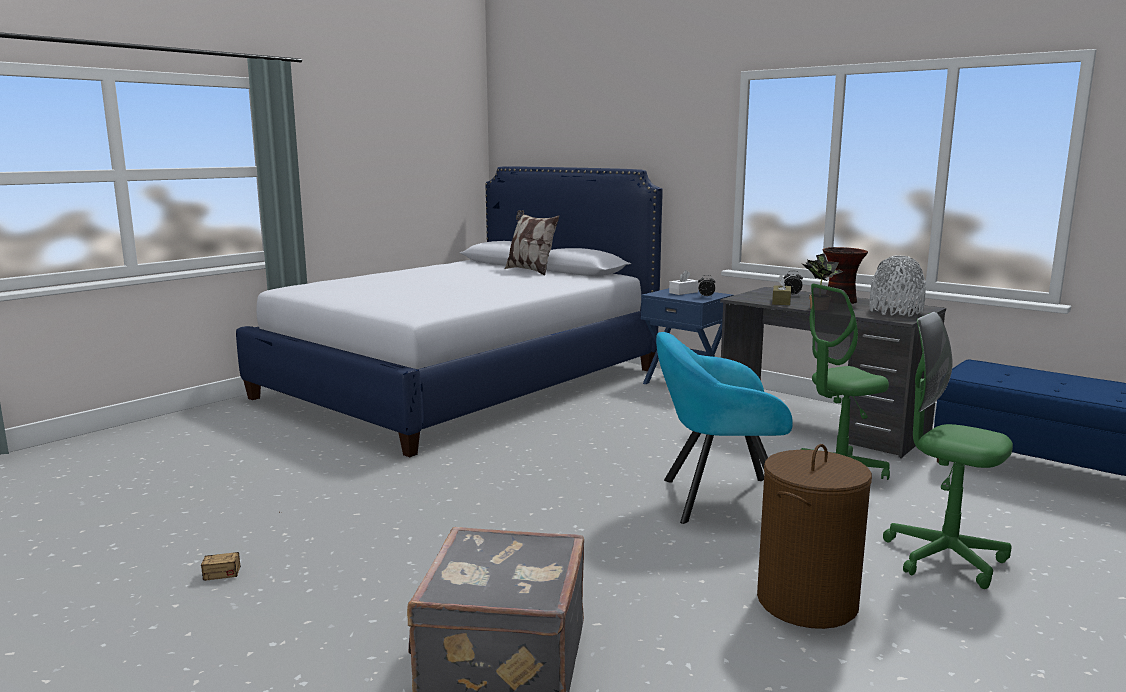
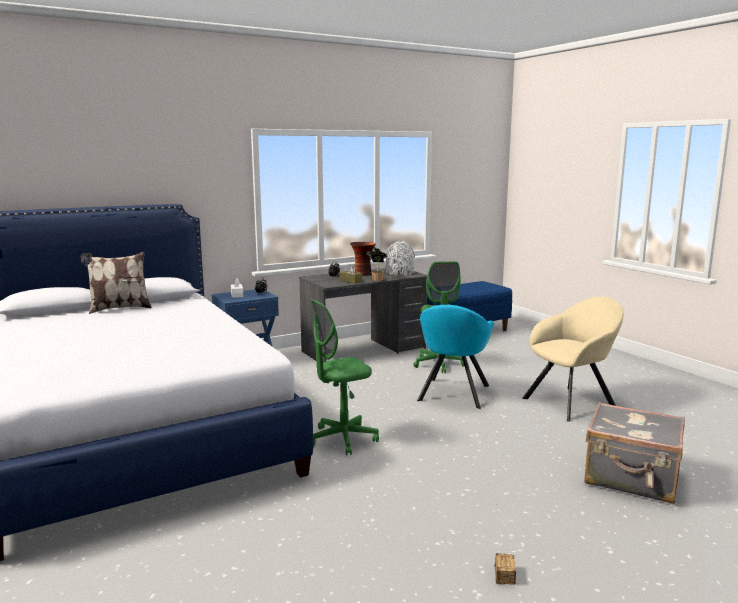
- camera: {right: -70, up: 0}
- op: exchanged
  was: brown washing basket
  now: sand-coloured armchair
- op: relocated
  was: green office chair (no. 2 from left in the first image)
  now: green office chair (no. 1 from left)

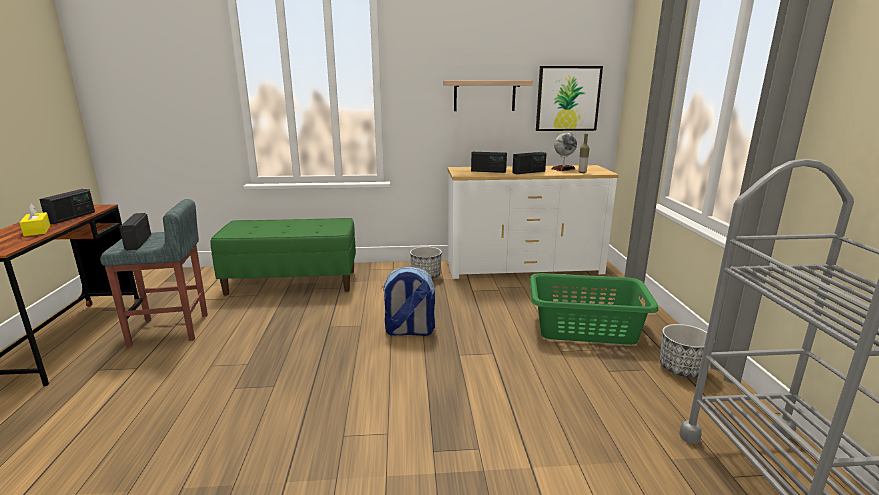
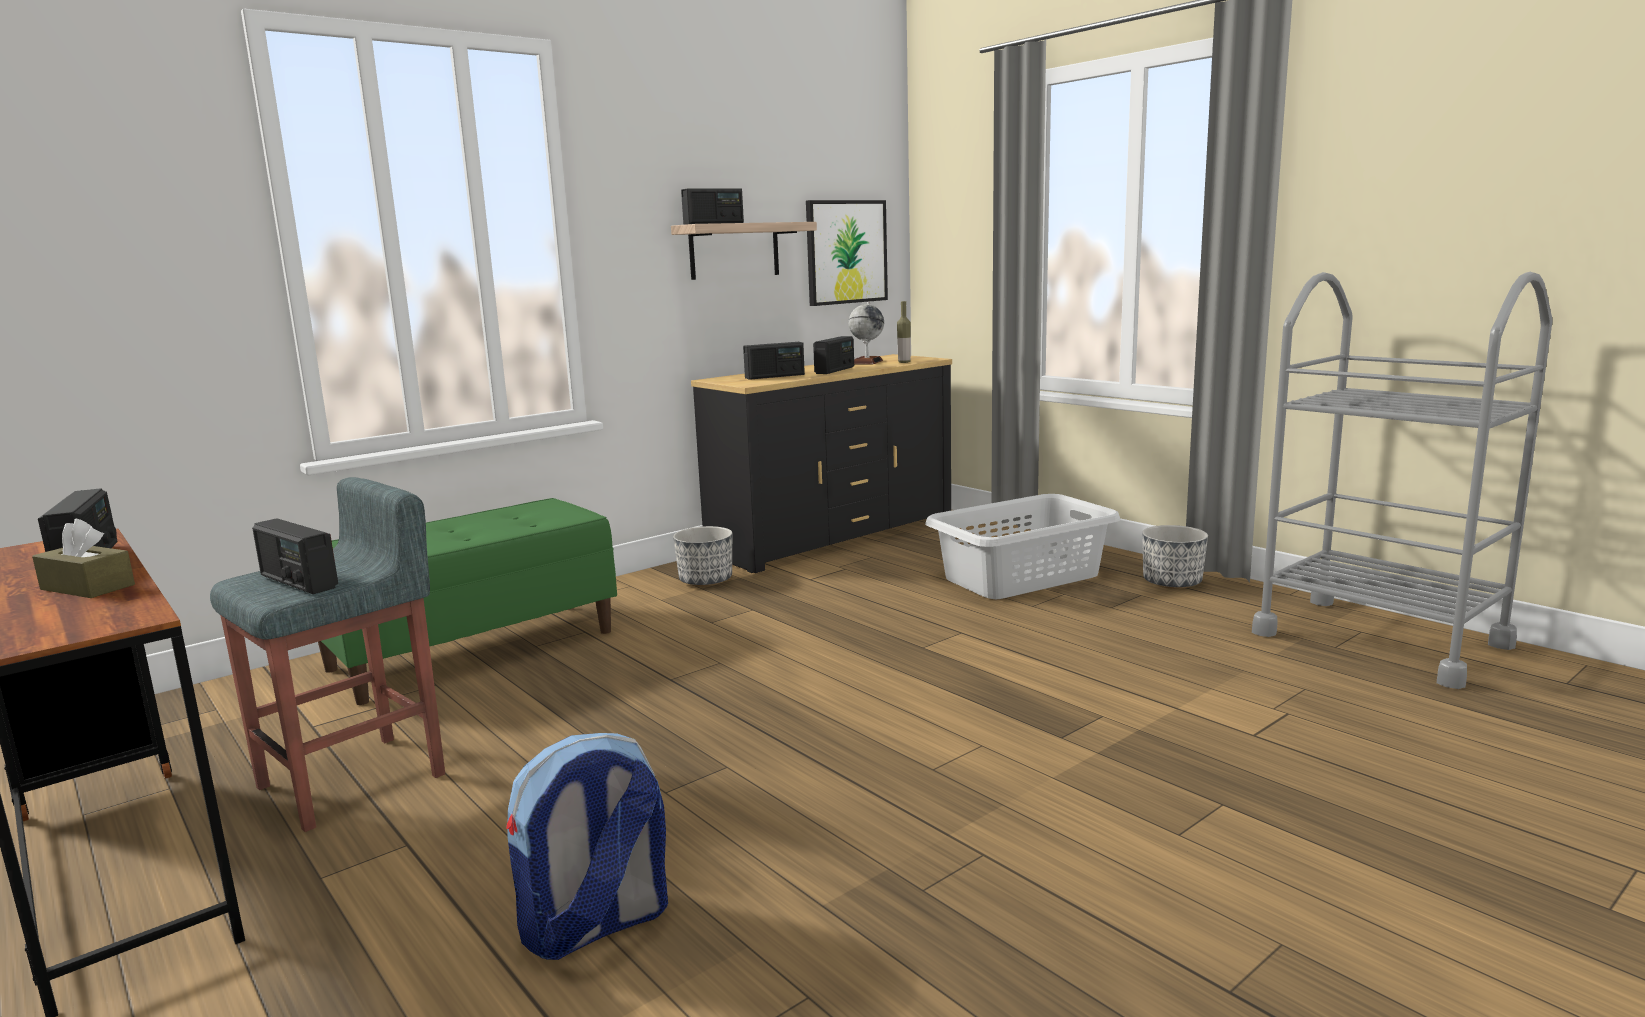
- camera: {right: -35, up: -5}
- op: colour
  was: yellow-coloured tissue box
  now: brown tissue box
- op: relocated
  was: rucksack
- op: colour
  was: white-coloured drawer chest
  now: blackish drawer chest
- op: colour
  was: green washing basket
  now: gray washing basket
- op: appeared
  now: radio receiver (no. 3 from left)

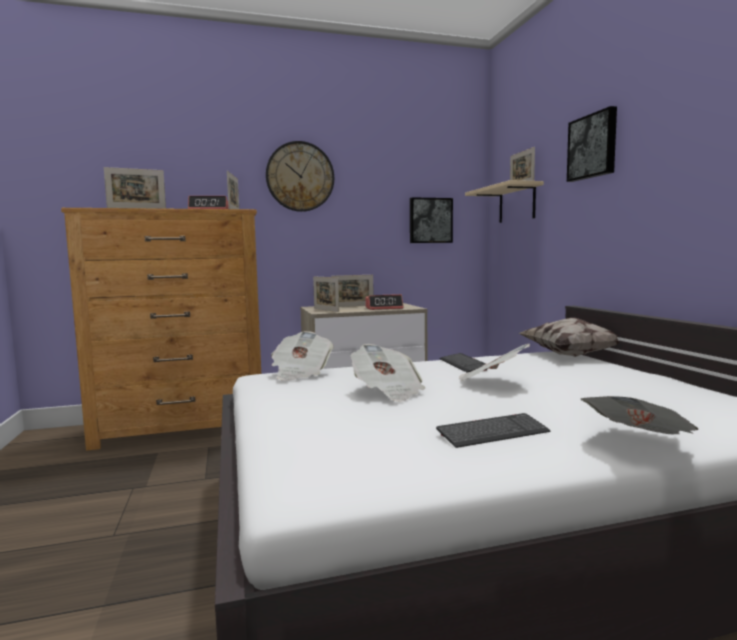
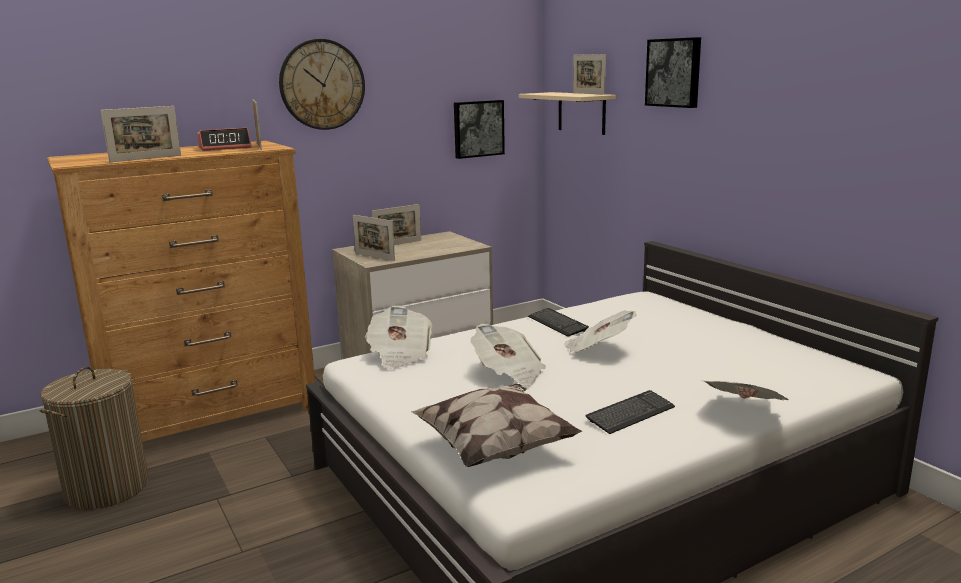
- camera: {right: -15, up: 10}
- op: missing
  was: table clock (no. 2 from left)
- op: relocated
  was: cushion
- op: appeared
  now: washing basket

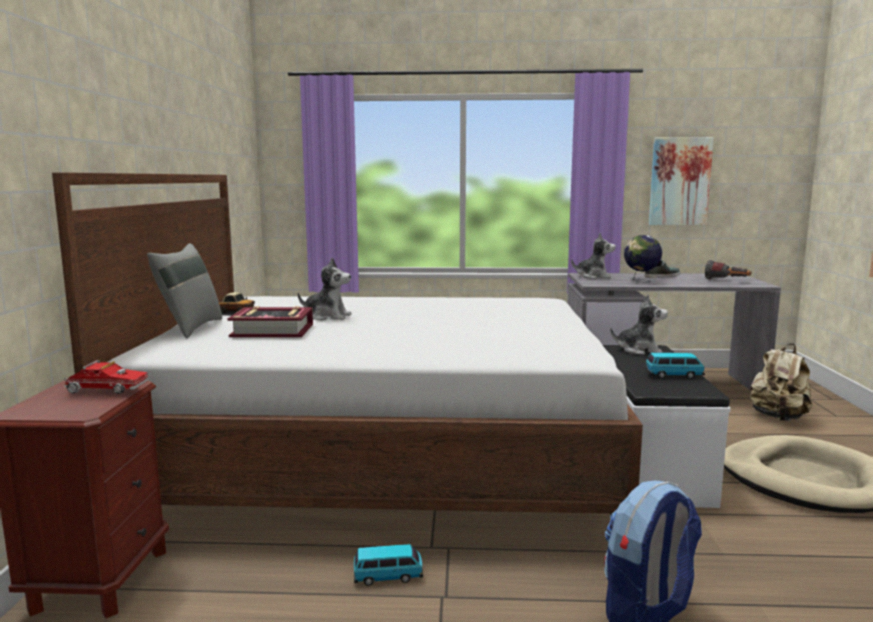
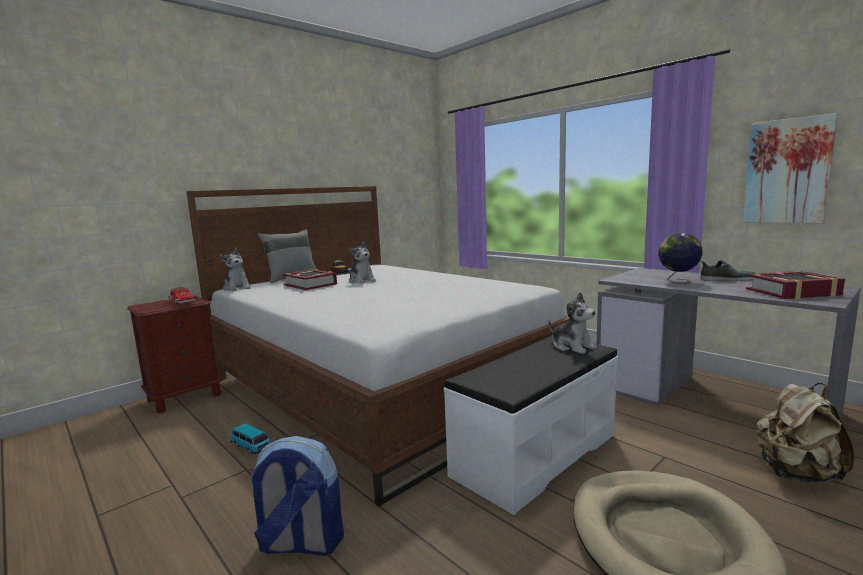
- camera: {right: 45, up: 0}
- op: relocated
  was: plush toy (no. 2 from left in the first image)
  now: plush toy (no. 1 from left)
- op: missing
  was: model car (no. 3 from left)
- op: exchanged
  was: flashlight
  now: bound book (no. 2 from left)

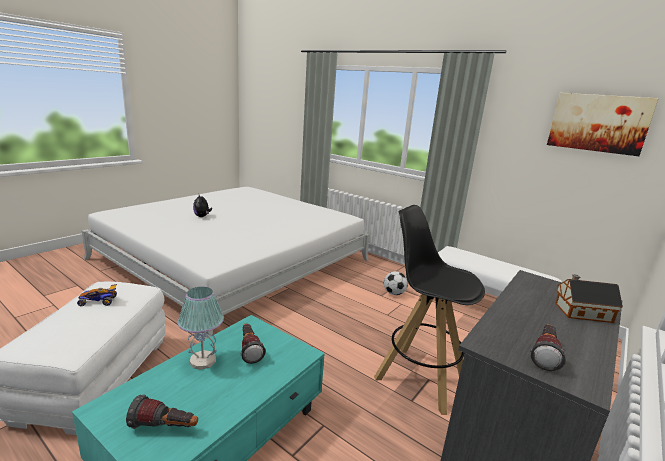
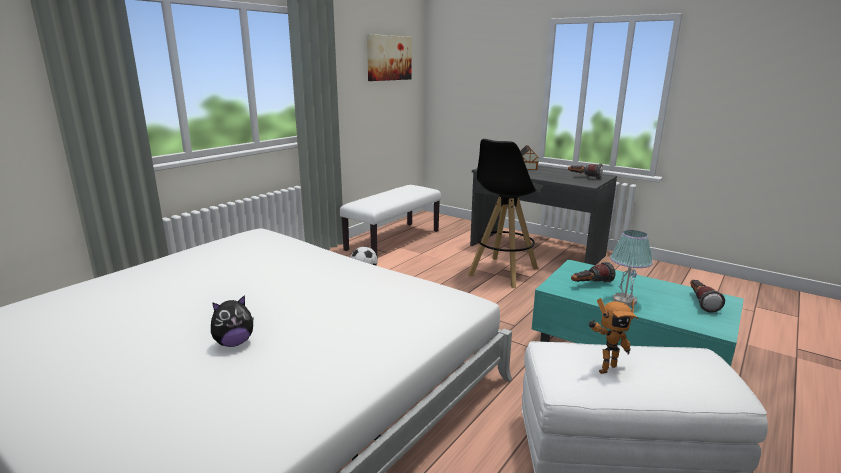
- camera: {right: -90, up: 0}
- op: exchanged
  was: model car
  now: toy robot

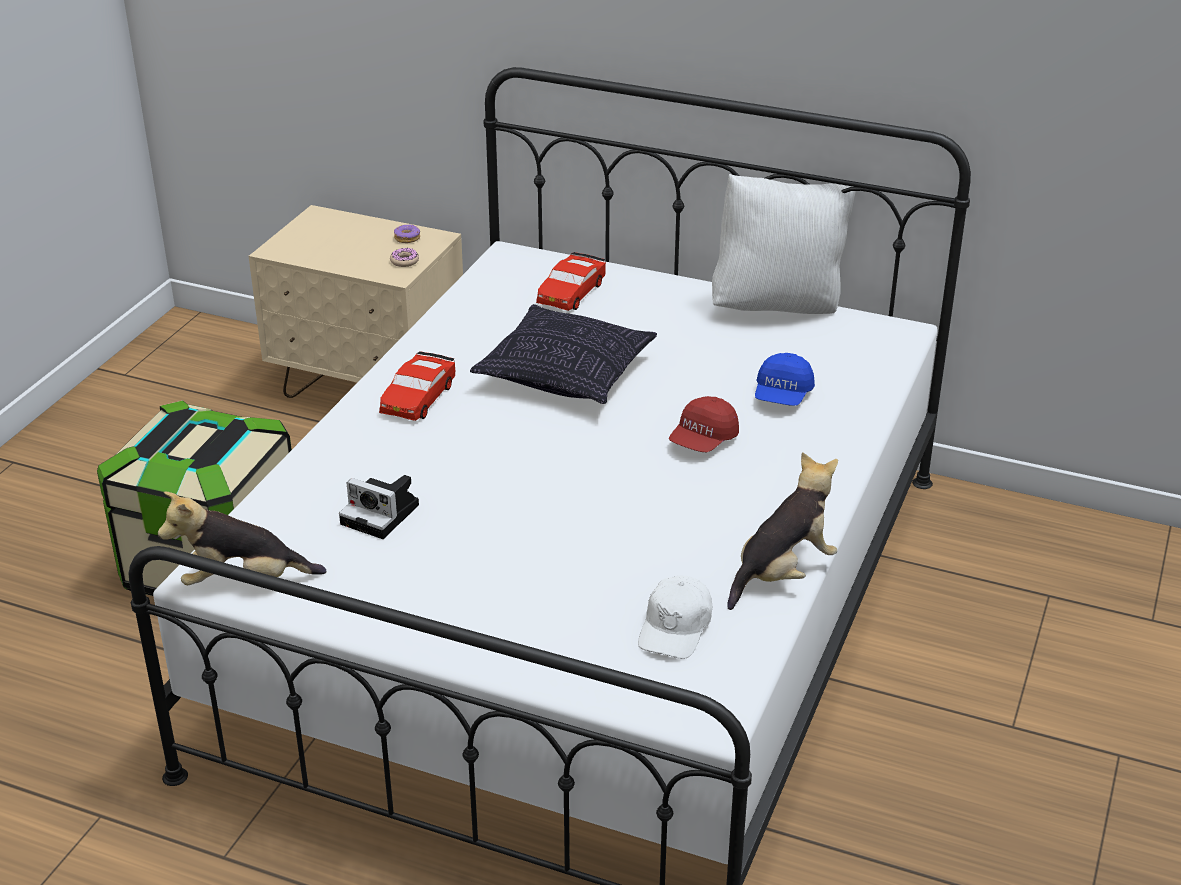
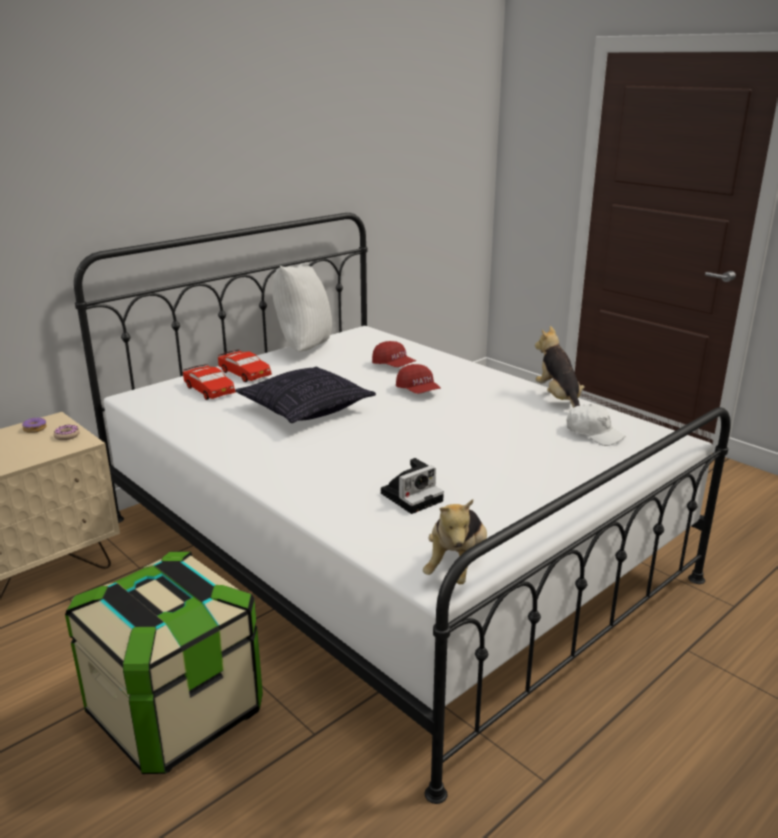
- camera: {right: -65, up: -10}
- op: relocated
  was: red model car (no. 1 from left in the first image)
  now: red model car (no. 2 from left)
- op: colour
  was: blue cap
  now: red cap (no. 1 from left)

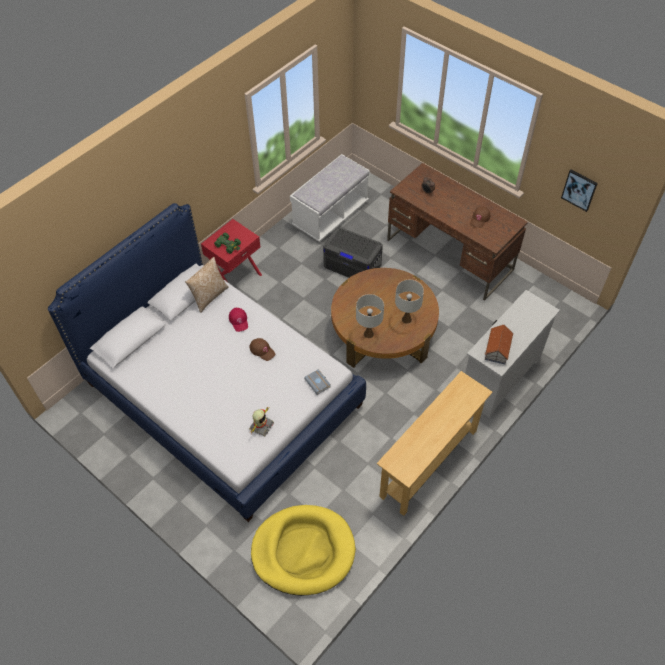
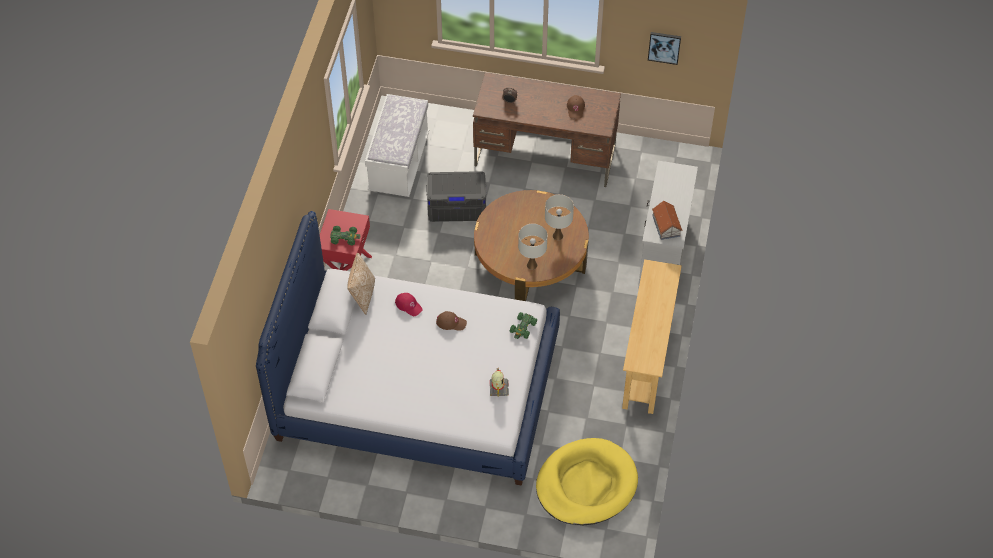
- camera: {right: -30, up: 0}
- op: exchanged
  was: gray bound book
  now: green model car (no. 2 from left)

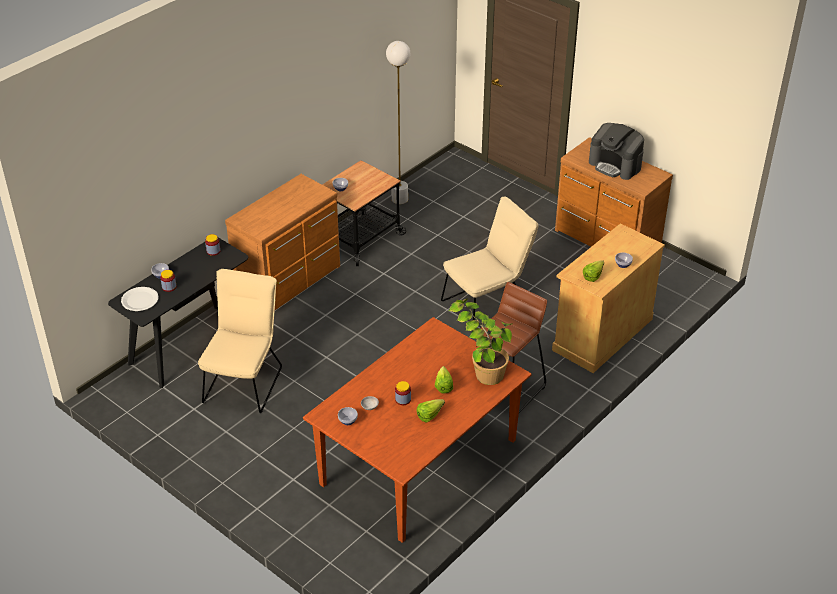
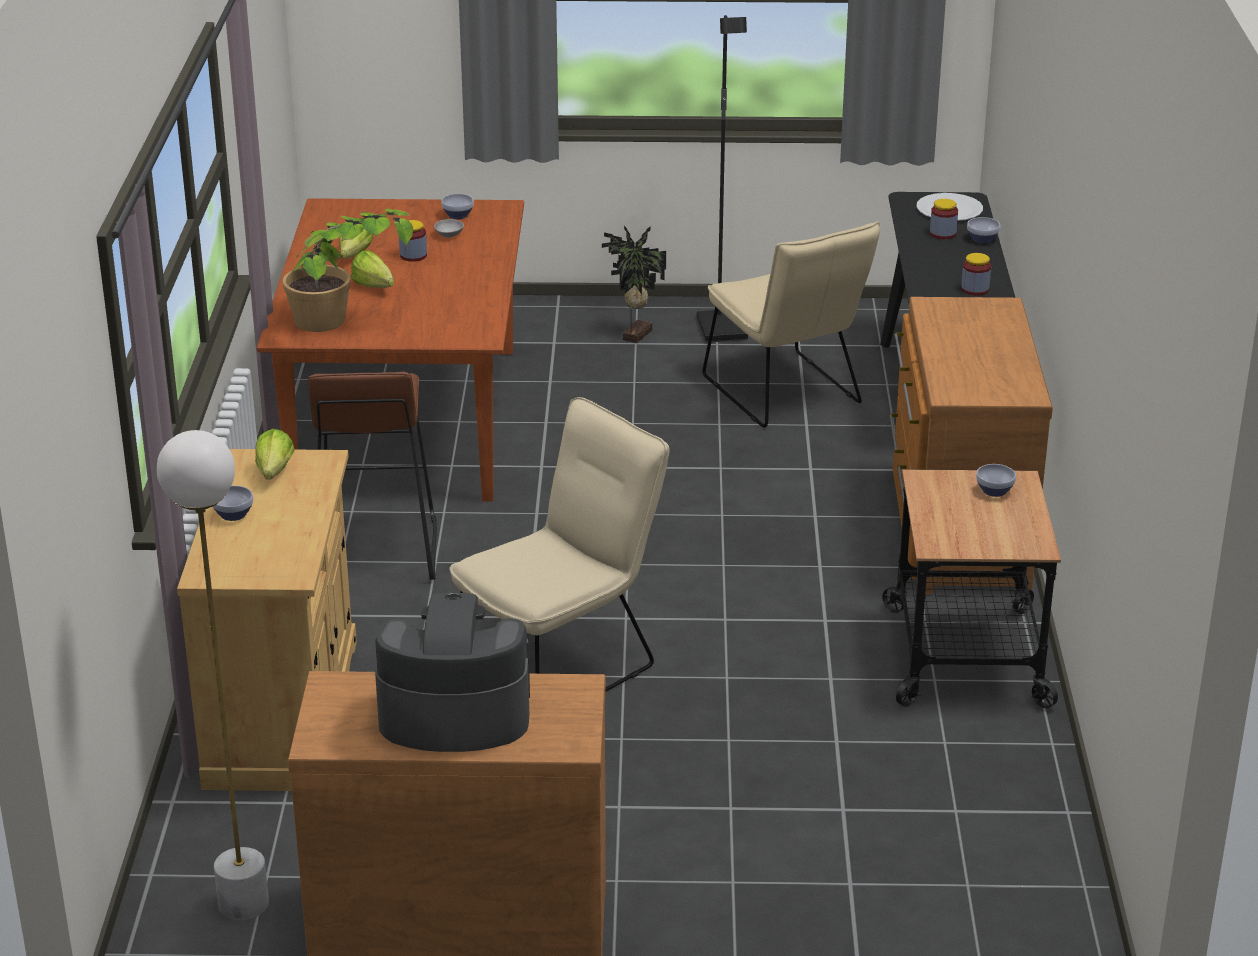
- camera: {right: 140, up: -10}
- op: relocated
  was: white-coloured floor lamp
- op: spun
  was: sand-coloured upright chair (no. 2 from left in the first image)
  clockwise: -150
- op: appeared
  now: houseplant (no. 2 from left)
- op: appeared
  now: blackish floor lamp

